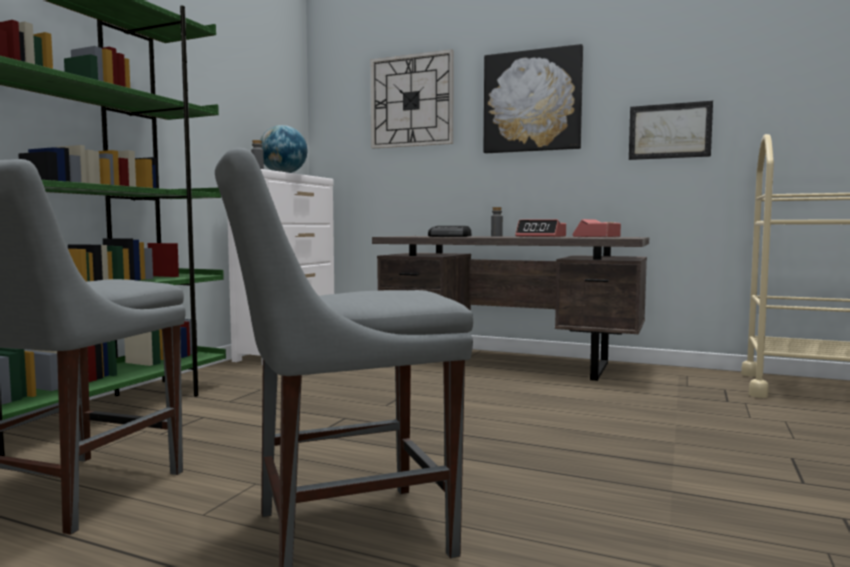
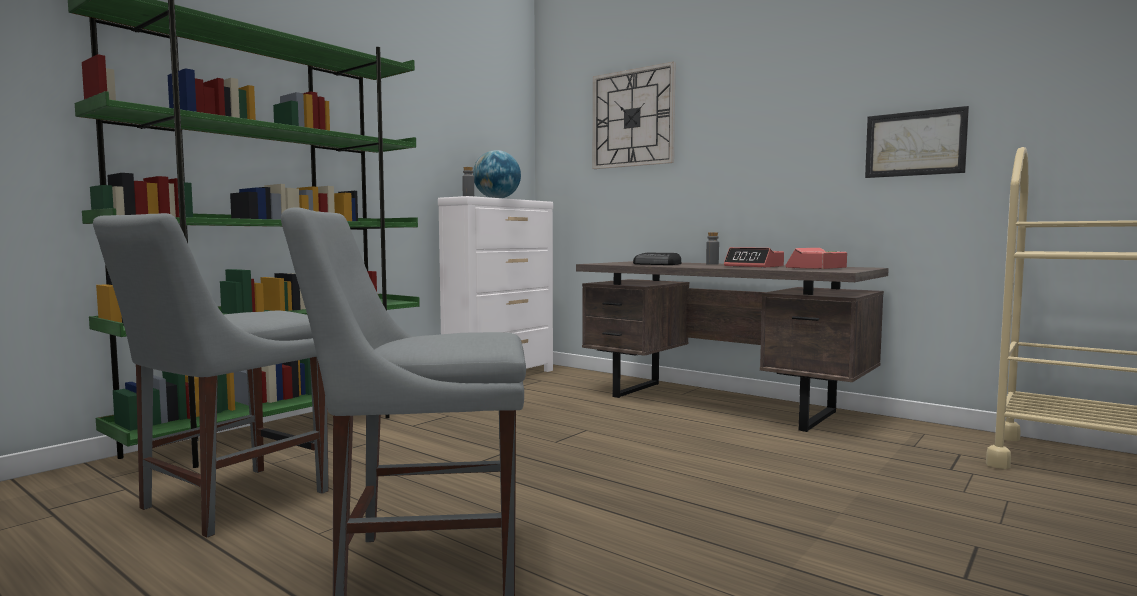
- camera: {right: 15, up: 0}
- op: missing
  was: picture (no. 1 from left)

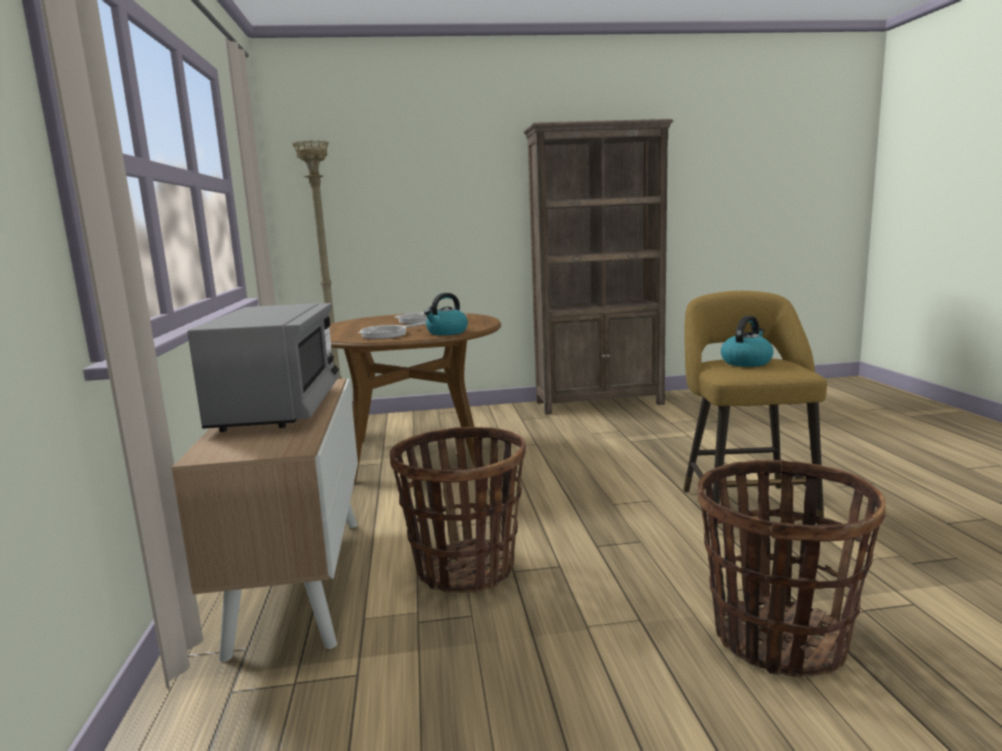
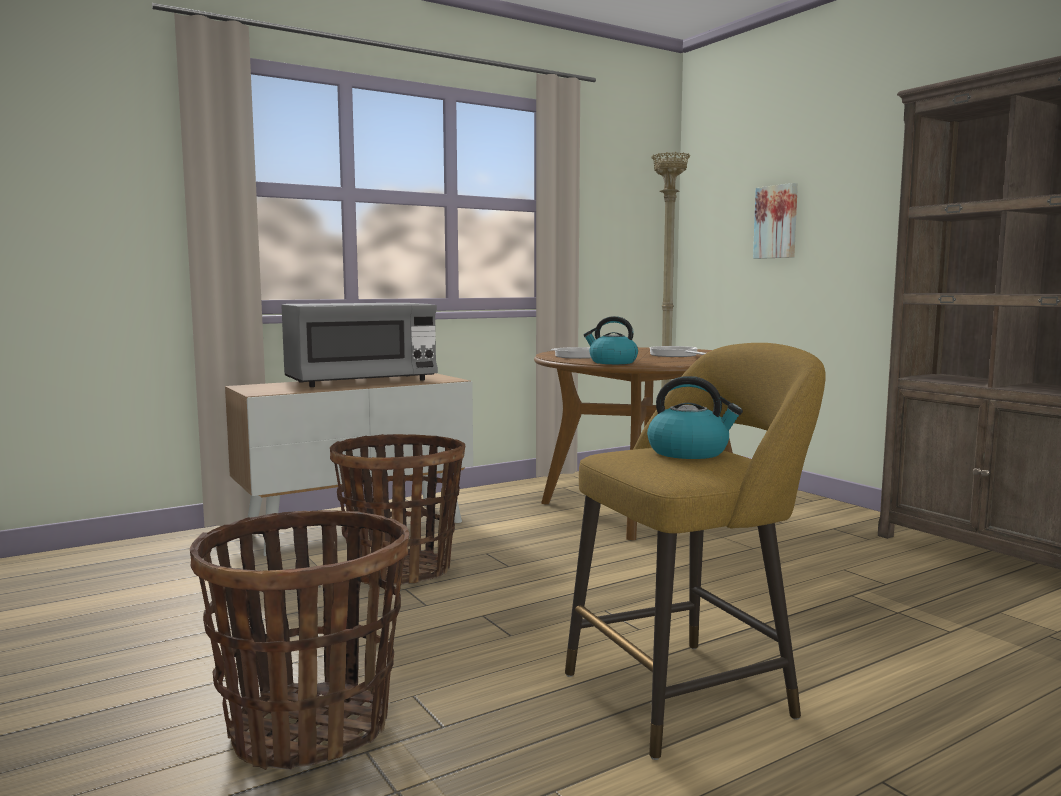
- camera: {right: 65, up: -5}
- op: appeared
  now: picture

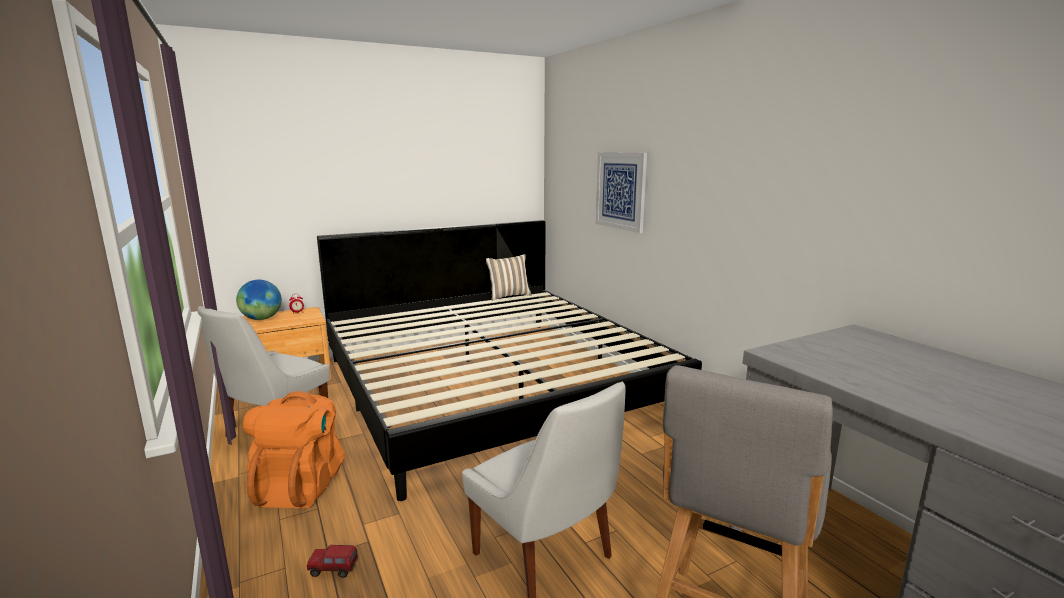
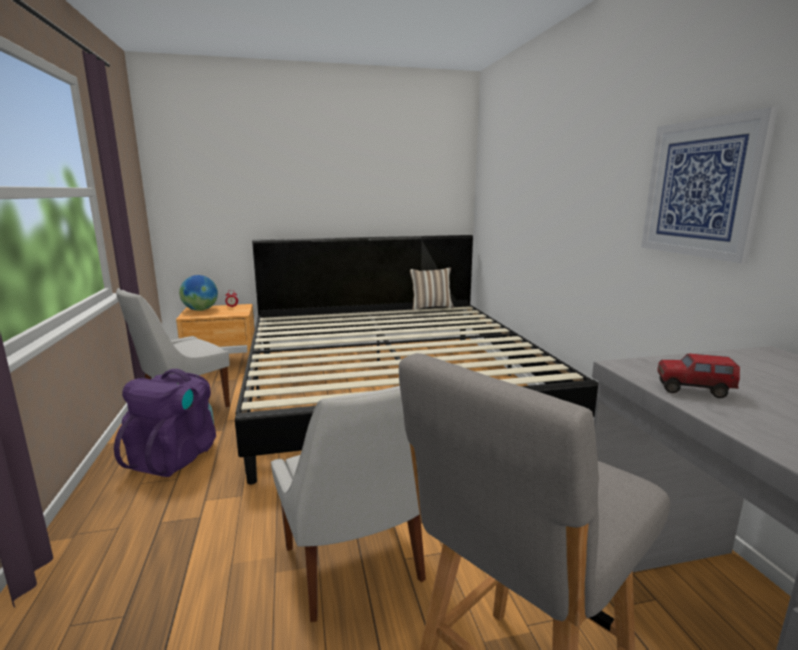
- camera: {right: 15, up: 0}
- op: colour
  was: orange rucksack
  now: purple-coloured rucksack
- op: relocated
  was: toy lorry
- op: relocated
  was: picture

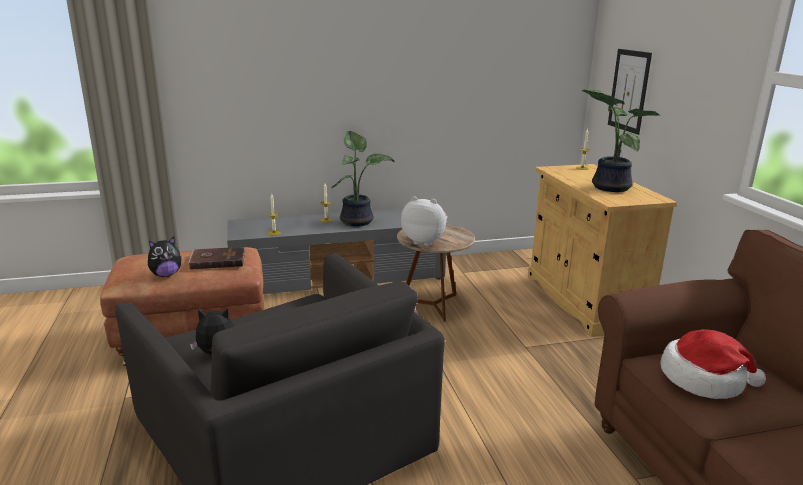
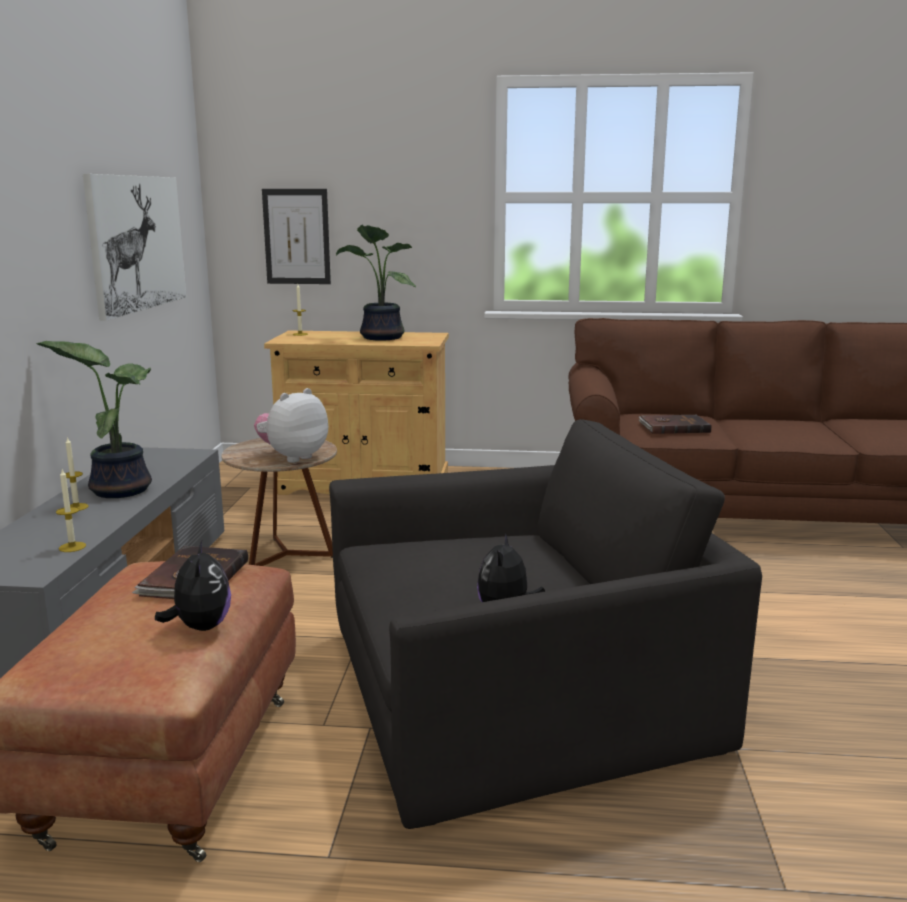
- camera: {right: -70, up: -5}
- op: exchanged
  was: hat
  now: brown bound book (no. 2 from left)
- op: appeared
  now: picture (no. 1 from left)

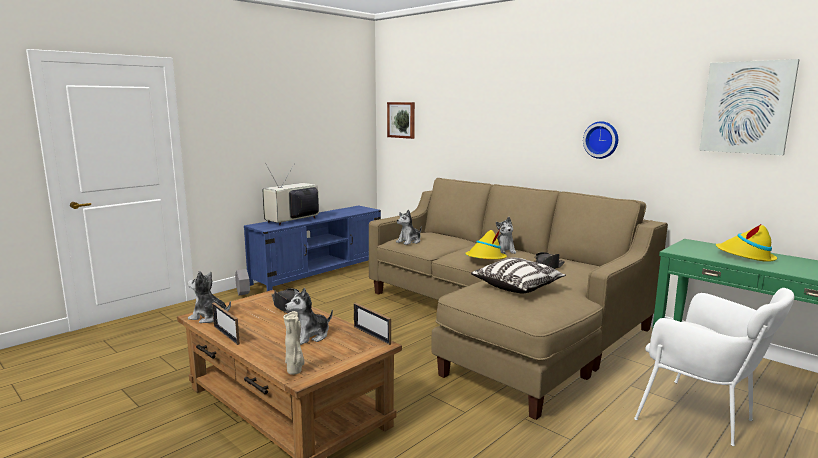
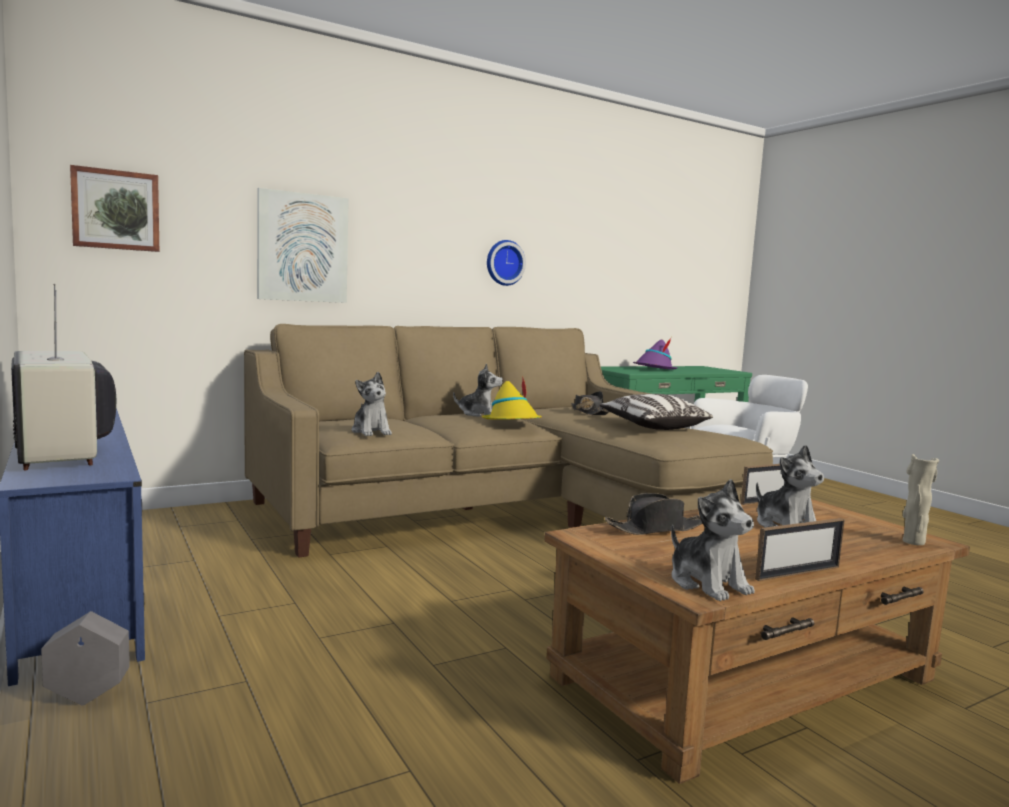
- camera: {right: -75, up: -5}
- op: spun
  was: plush toy (no. 1 from left in the first image)
  clockwise: -60
- op: relocated
  was: picture (no. 2 from left)
- op: colour
  was: yellow-coloured hat (no. 2 from left)
  now: purple-coloured hat

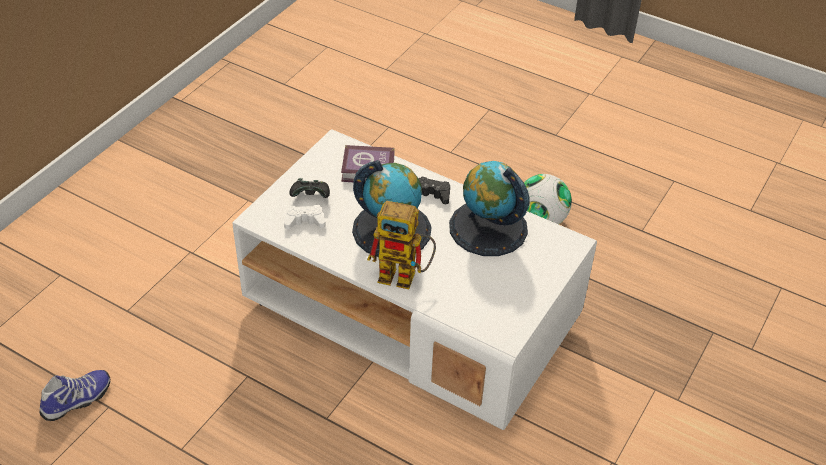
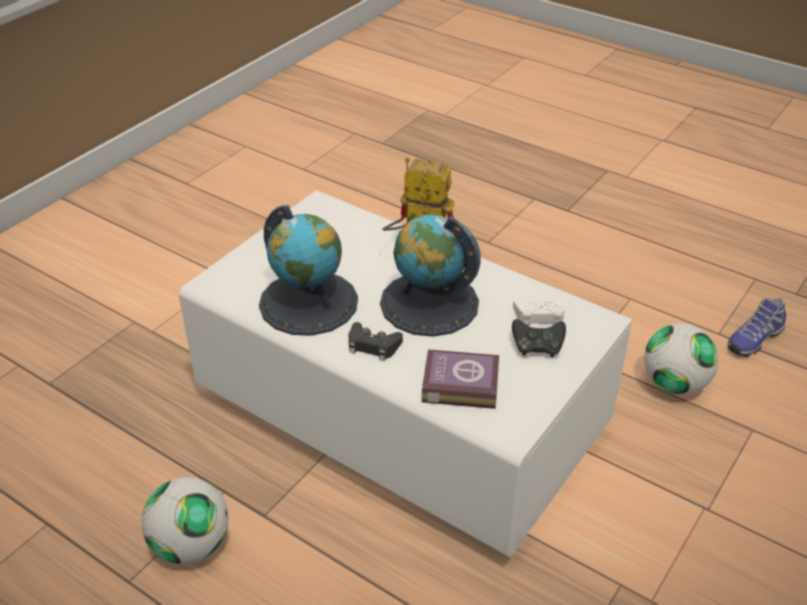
- camera: {right: -175, up: -5}
- op: appeared
  now: football (no. 2 from left)

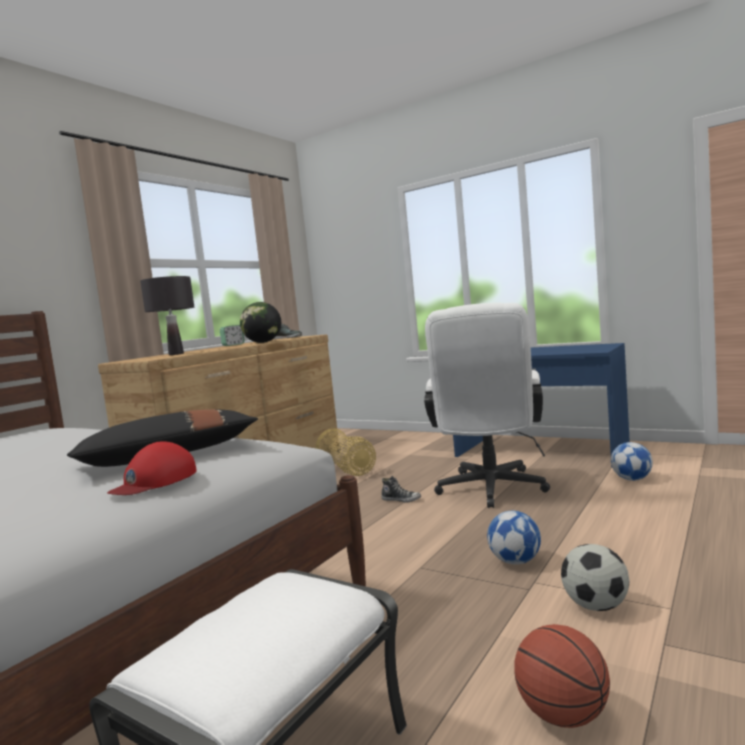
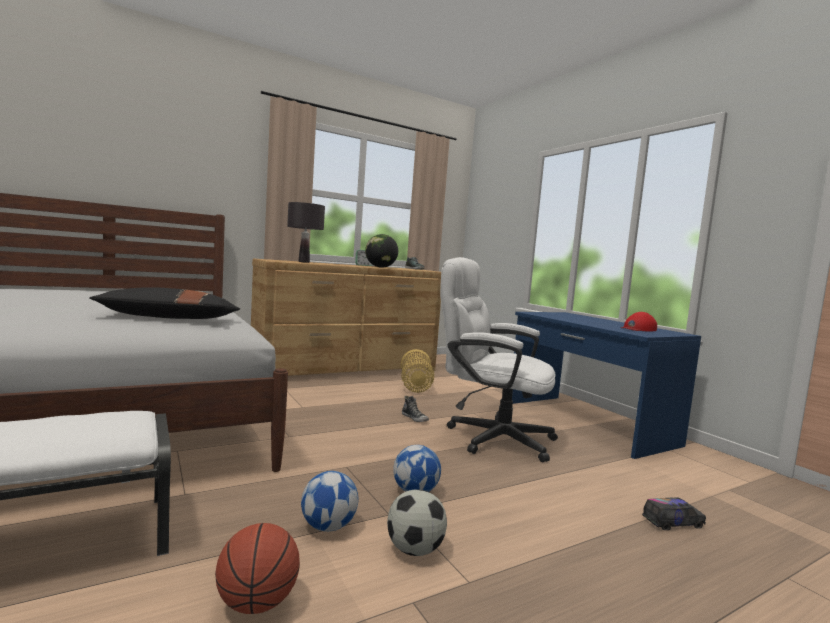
- camera: {right: 25, up: 0}
- op: relocated
  was: red cap
- op: spun
  was: white-coloured office chair
  clockwise: 75
- op: relocated
  was: football (no. 3 from left in the first image)
  now: football (no. 1 from left)
- op: appeared
  now: toy lorry

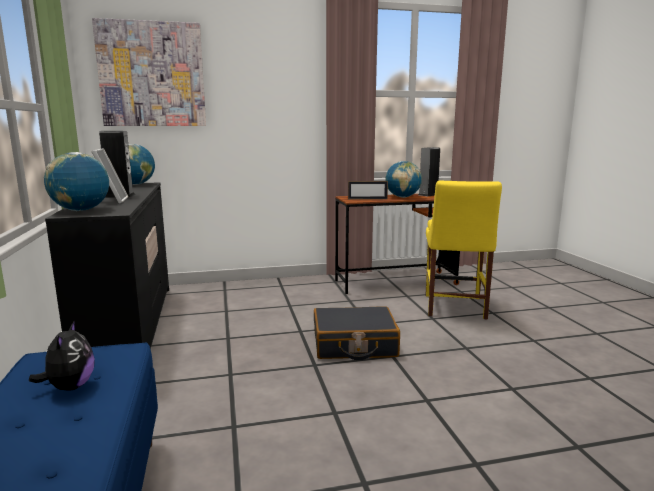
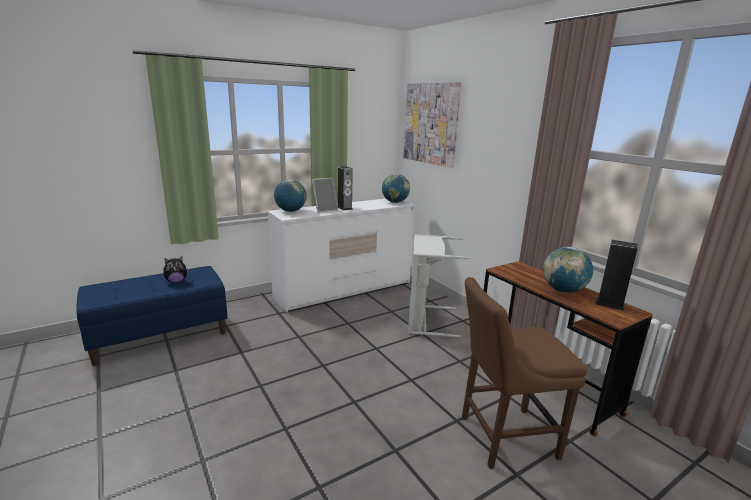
- camera: {right: 70, up: 5}
- op: colour
  was: blackish drawer chest
  now: white-coloured drawer chest
- op: missing
  was: blackish piece of luggage
- op: missing
  was: photo frame (no. 2 from left)
- op: colour
  was: yellow-coloured upright chair
  now: brown upright chair
- op: appeared
  now: gray washing basket

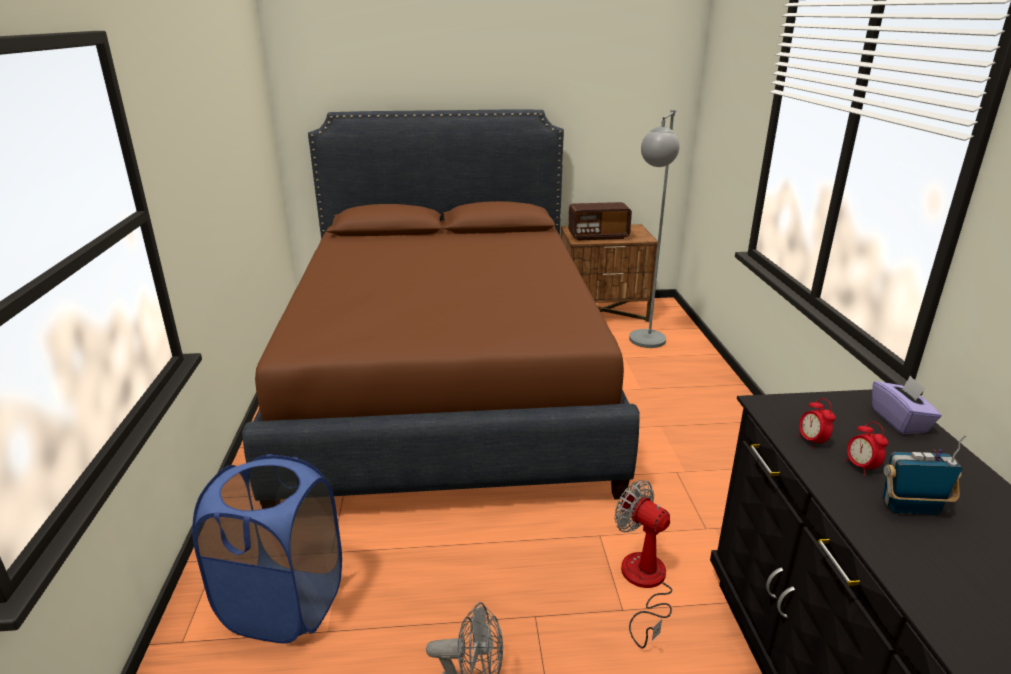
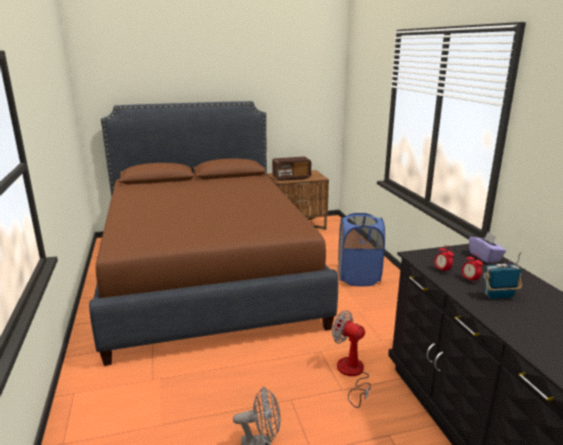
- camera: {right: -10, up: -5}
- op: relocated
  was: blue washing basket
- op: missing
  was: gray floor lamp

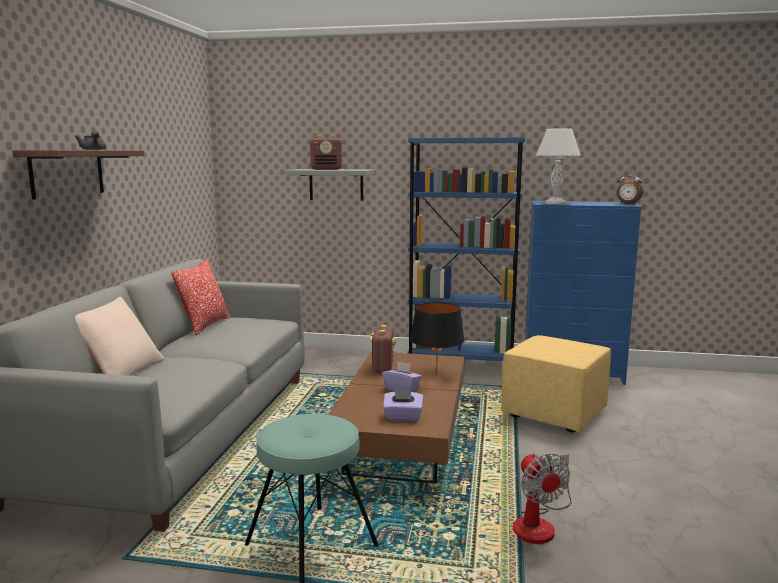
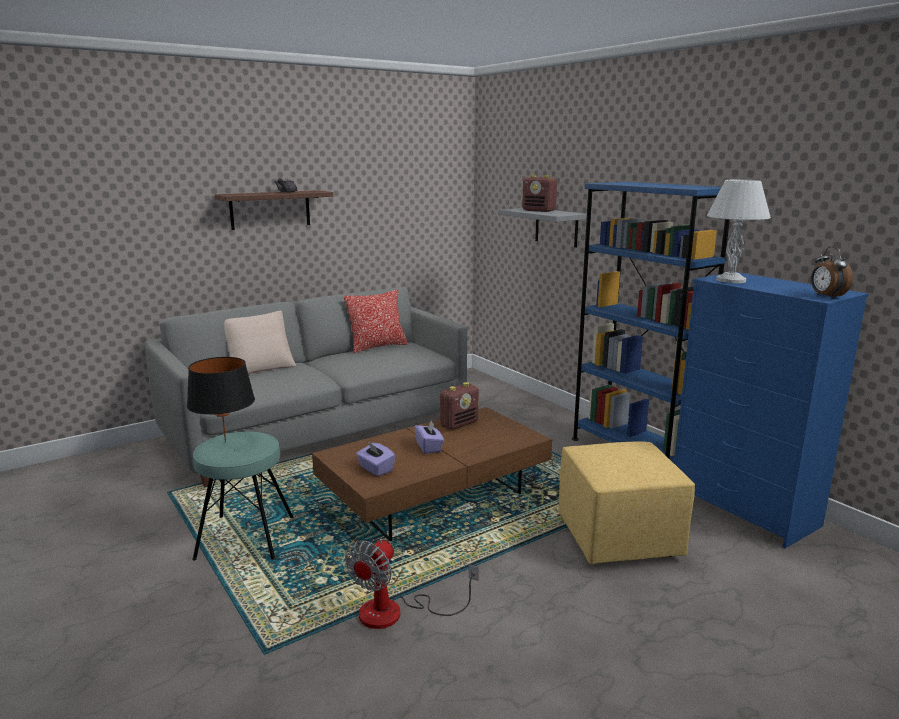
- camera: {right: 45, up: 5}
- op: relocated
  was: blackish table lamp

